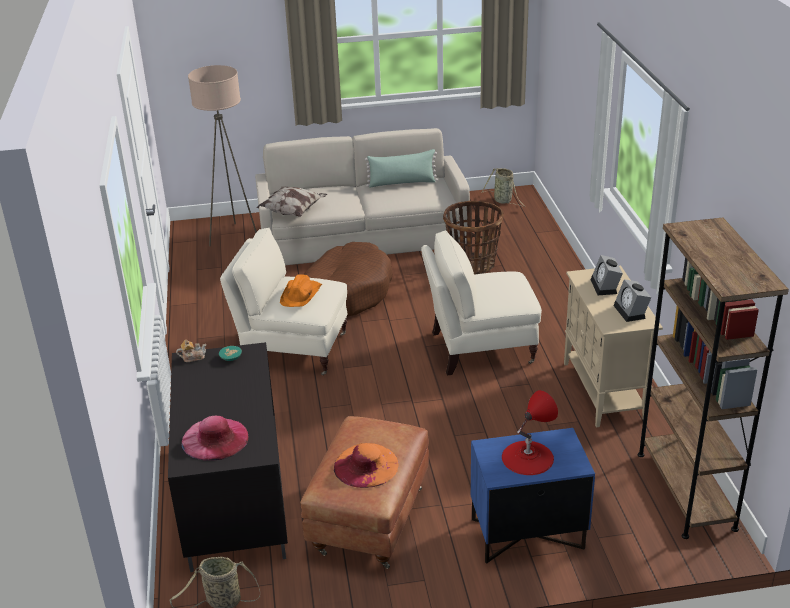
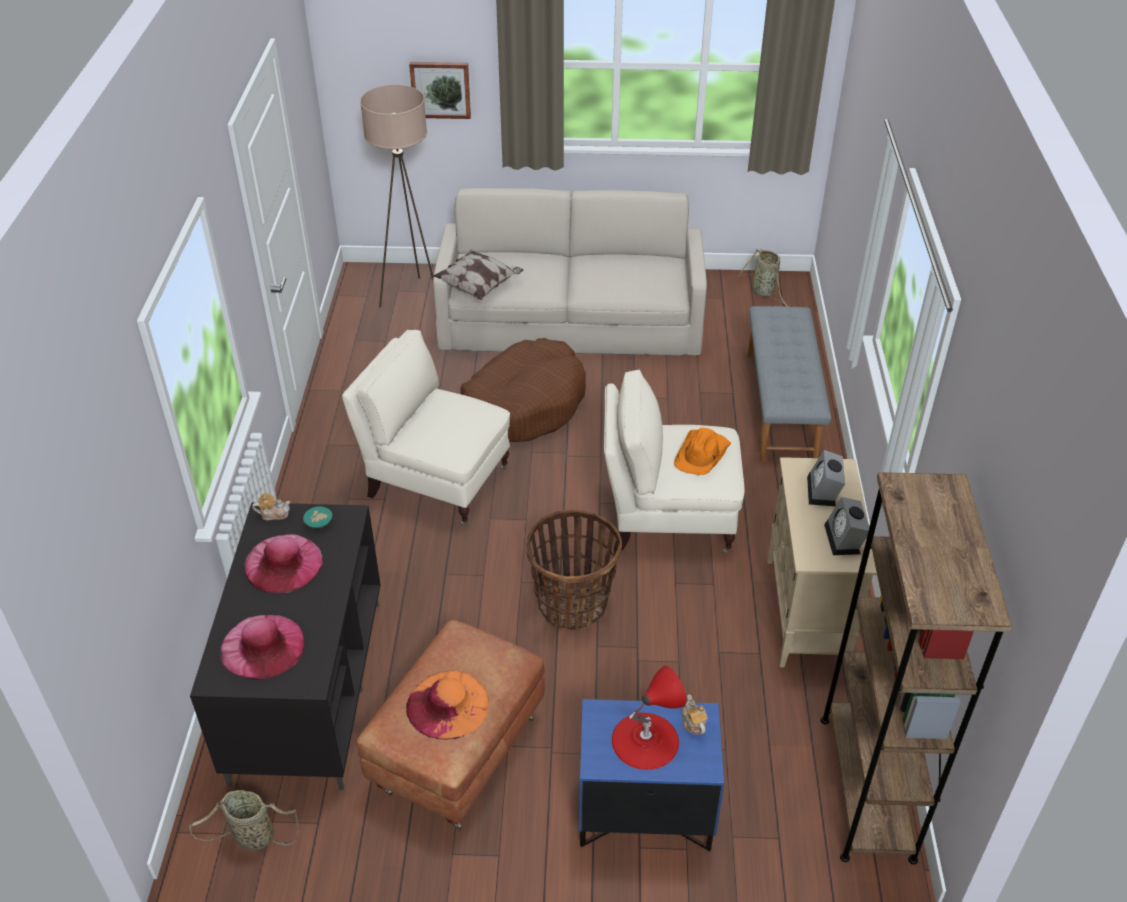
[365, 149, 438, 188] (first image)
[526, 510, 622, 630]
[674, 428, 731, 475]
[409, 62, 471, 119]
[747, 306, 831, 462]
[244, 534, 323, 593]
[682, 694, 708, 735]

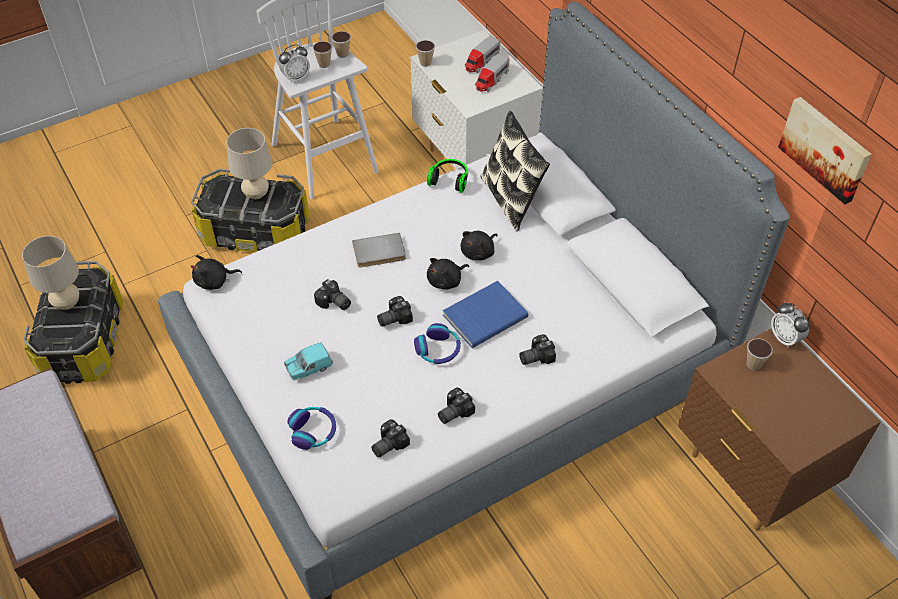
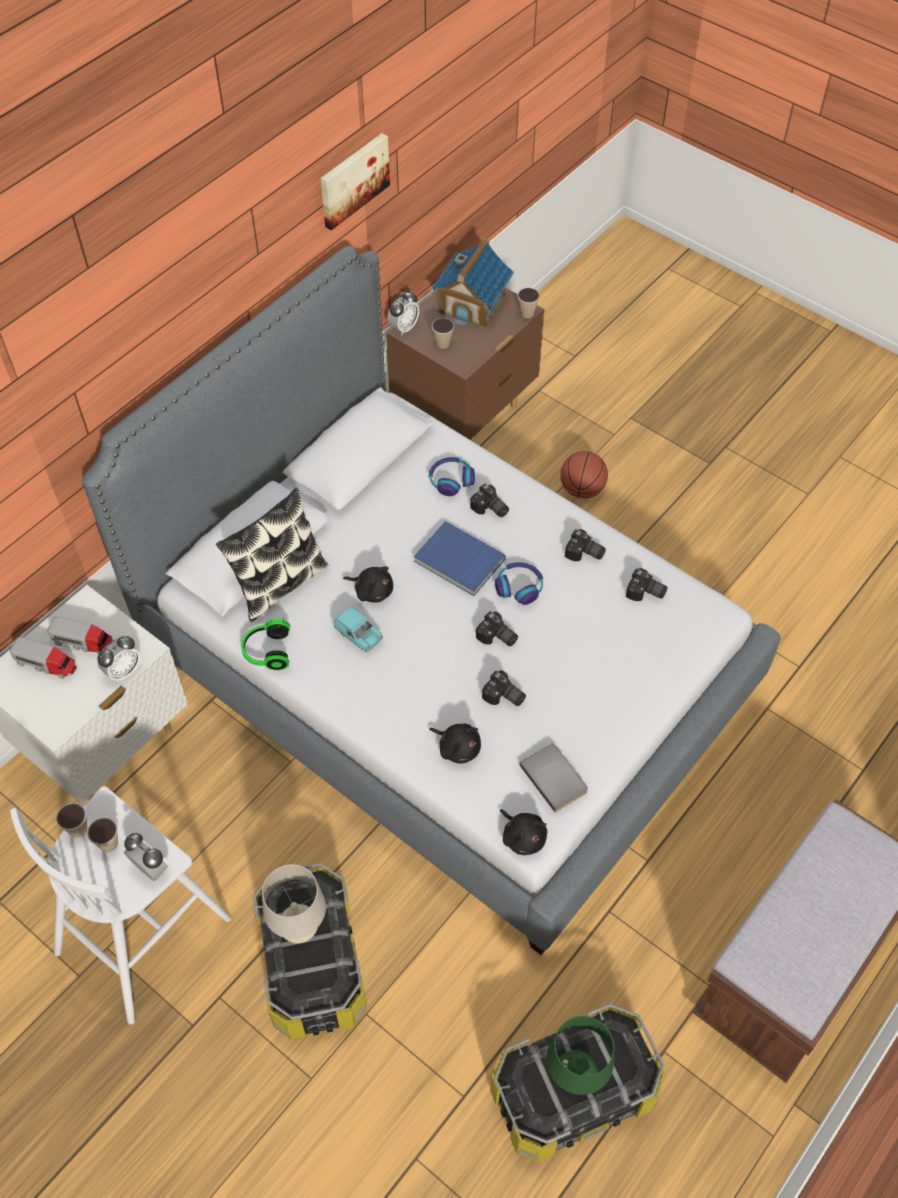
[518, 288, 540, 318]
[520, 744, 588, 812]
[546, 1016, 614, 1095]
[429, 724, 481, 764]
[482, 670, 526, 706]
[334, 606, 383, 652]
[429, 457, 475, 496]
[432, 238, 514, 329]
[560, 451, 608, 499]
[97, 636, 141, 682]

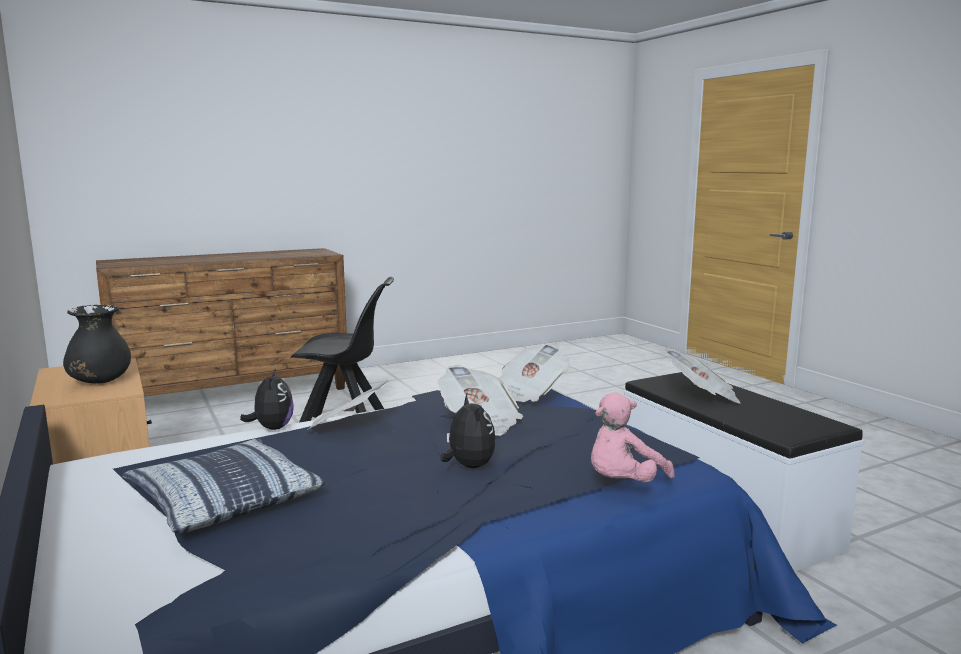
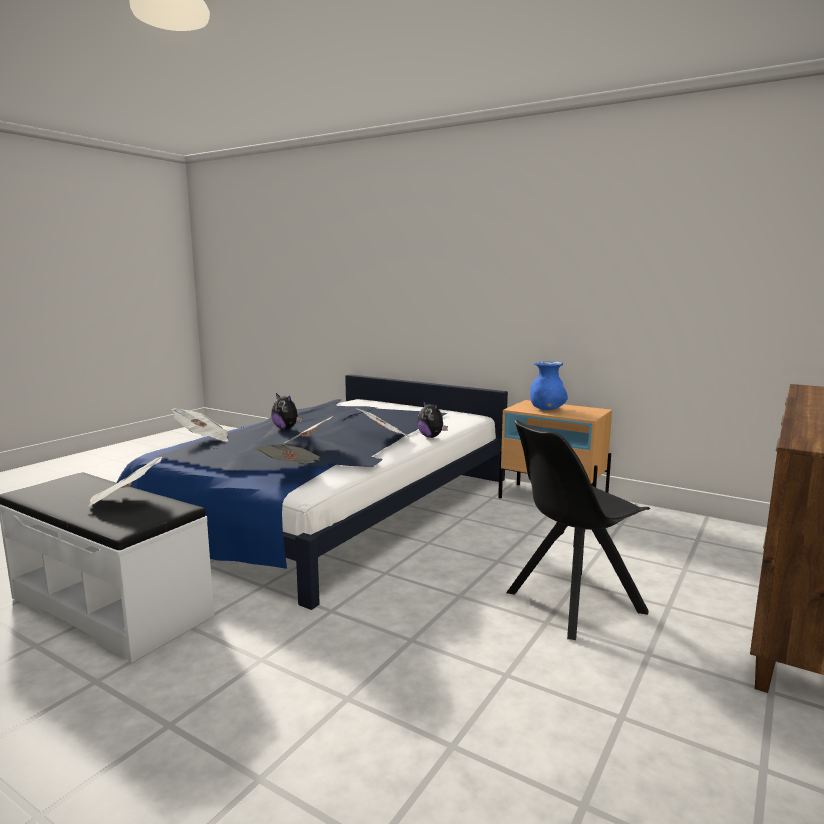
[530, 361, 568, 410]
[172, 409, 228, 442]
[122, 438, 325, 533] (first image)

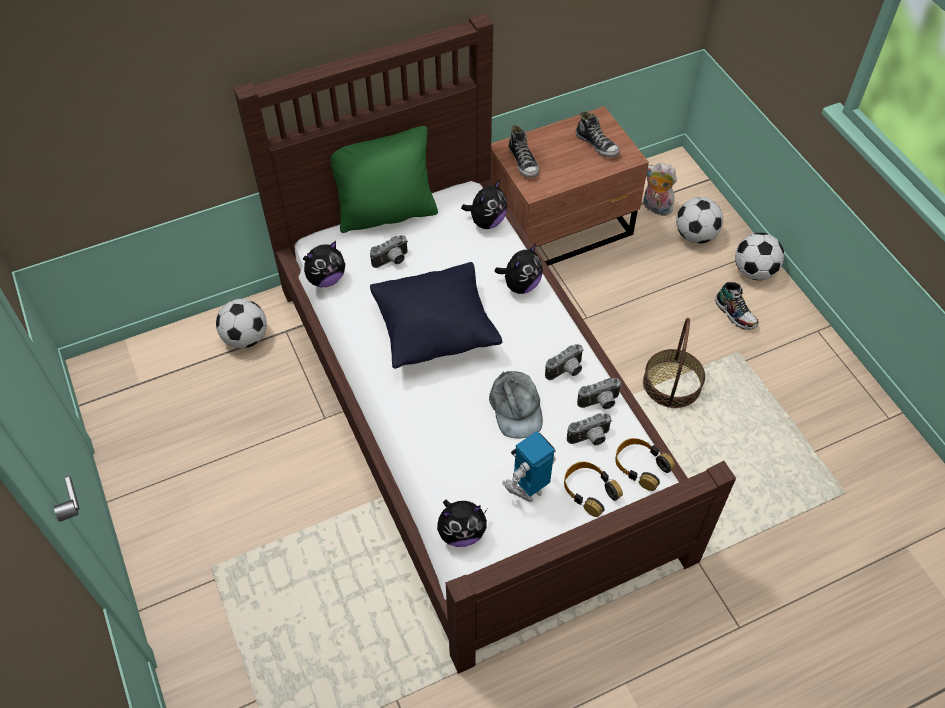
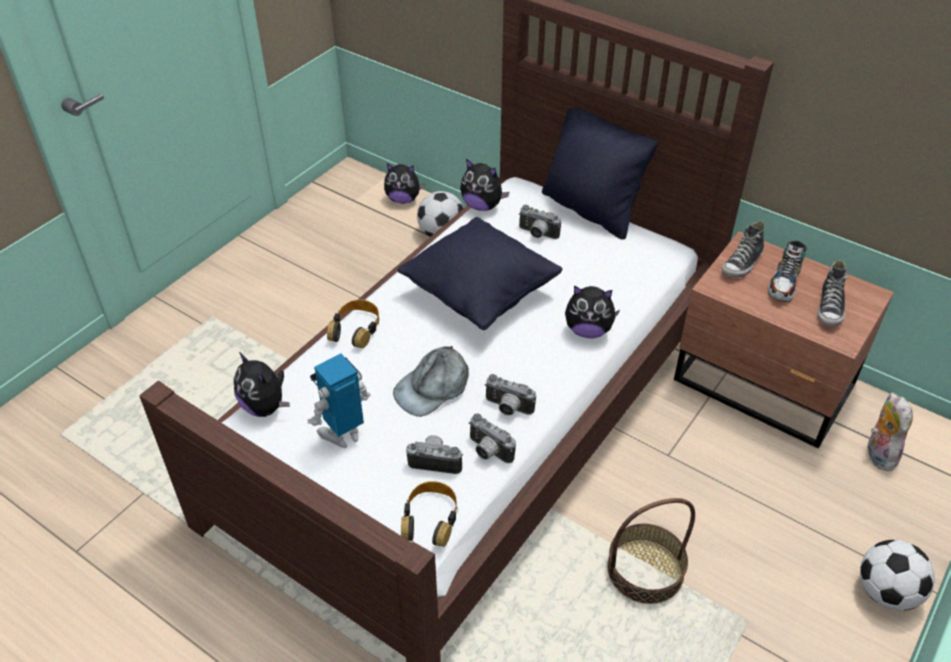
[542, 109, 658, 240]
[384, 163, 425, 204]
[676, 197, 723, 244] (first image)
[768, 241, 807, 302]
[406, 435, 463, 474]
[308, 354, 370, 448]
[327, 300, 379, 348]

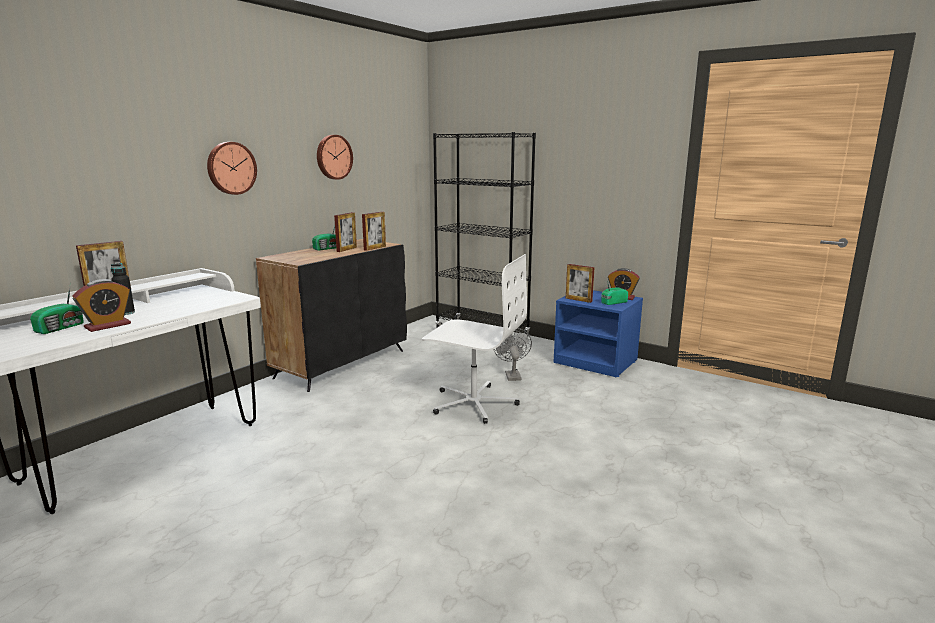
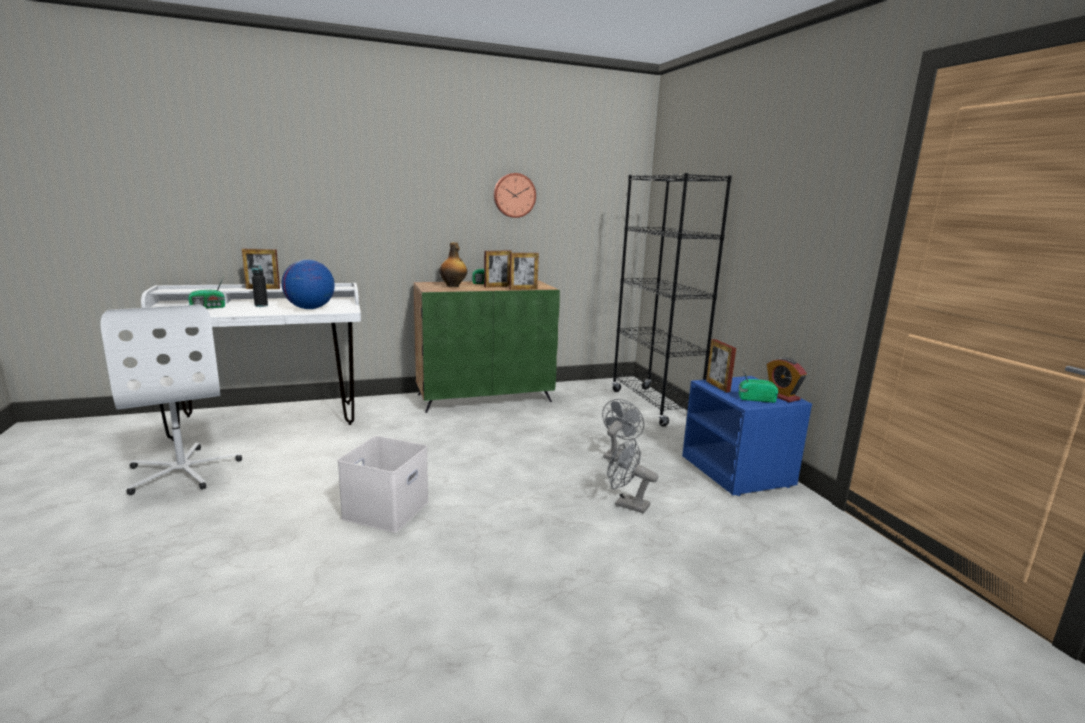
[207, 142, 257, 195] (first image)
[414, 281, 560, 413]
[100, 304, 242, 495]
[73, 279, 131, 332] (first image)
[440, 242, 467, 287]
[281, 259, 335, 309]
[338, 436, 429, 533]
[607, 439, 658, 514]

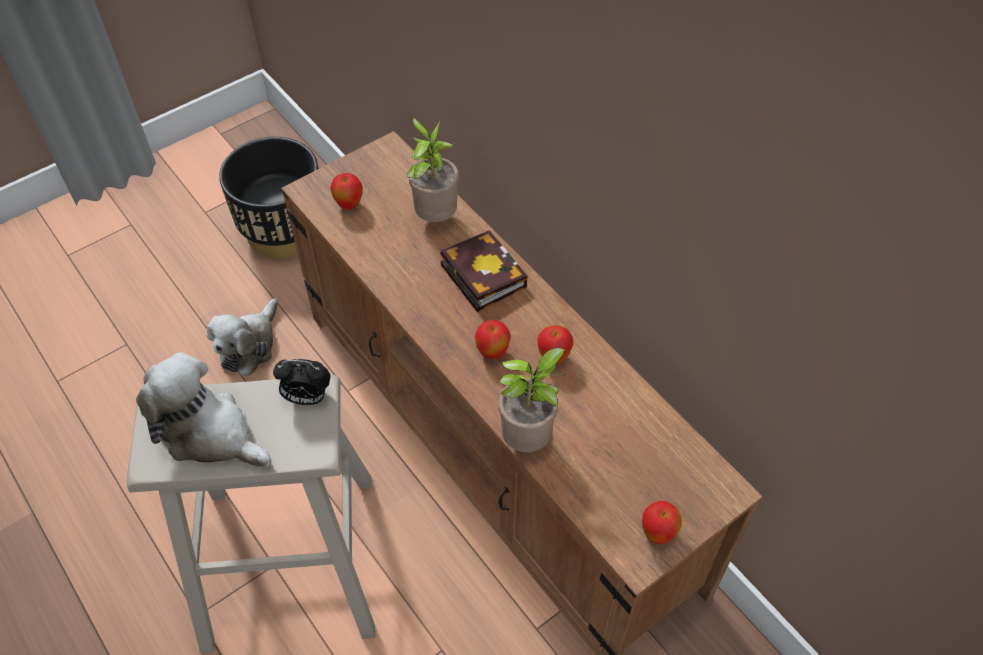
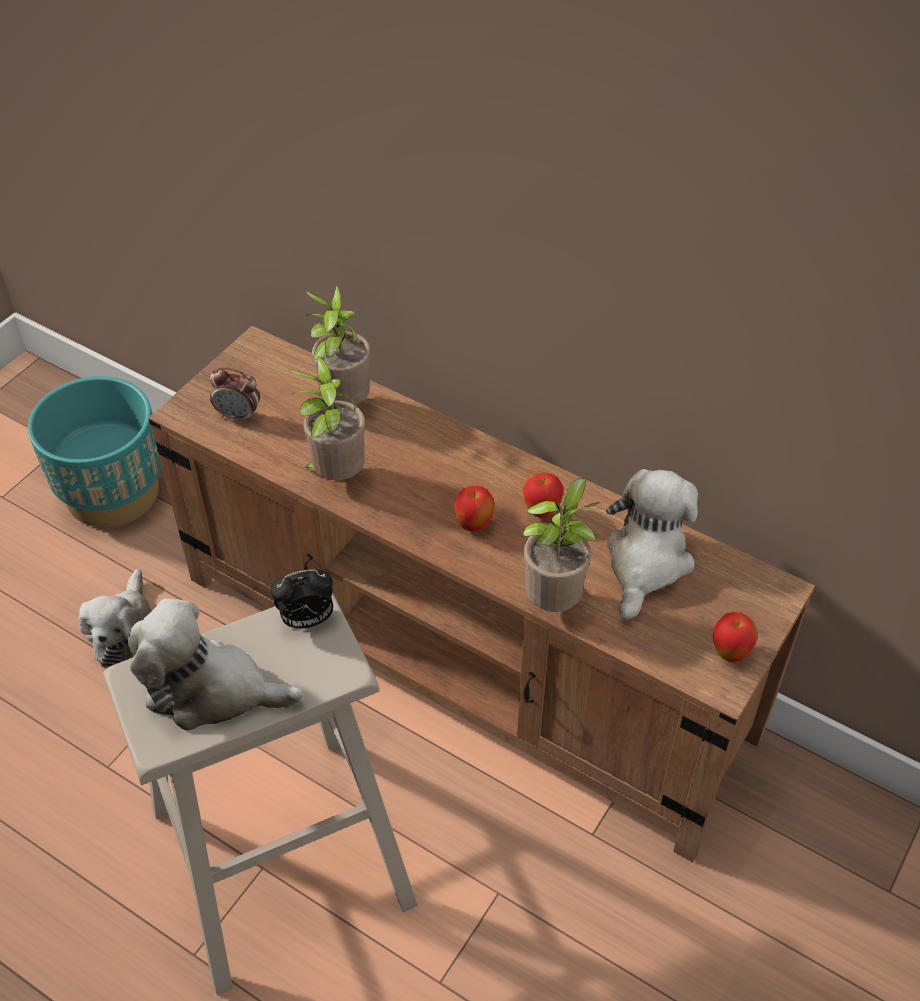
[28, 376, 161, 528]
[210, 367, 260, 423]
[440, 230, 528, 312] (first image)
[288, 356, 366, 480]
[606, 469, 698, 620]

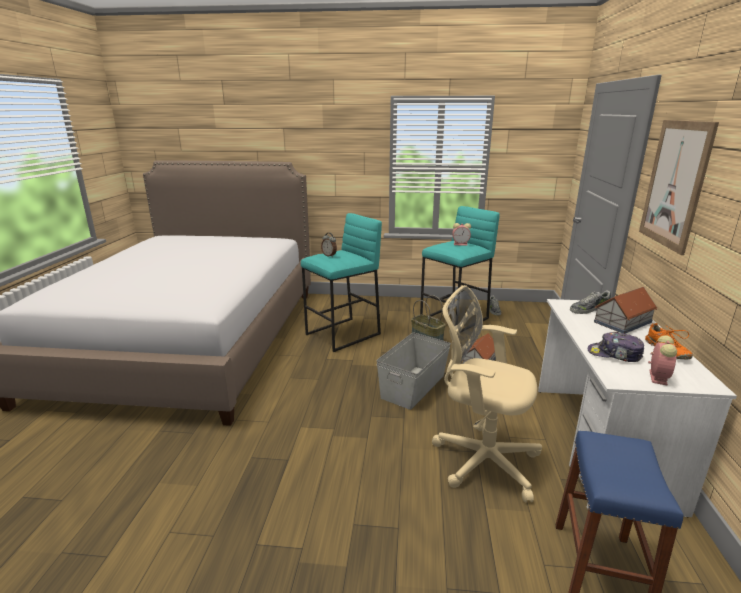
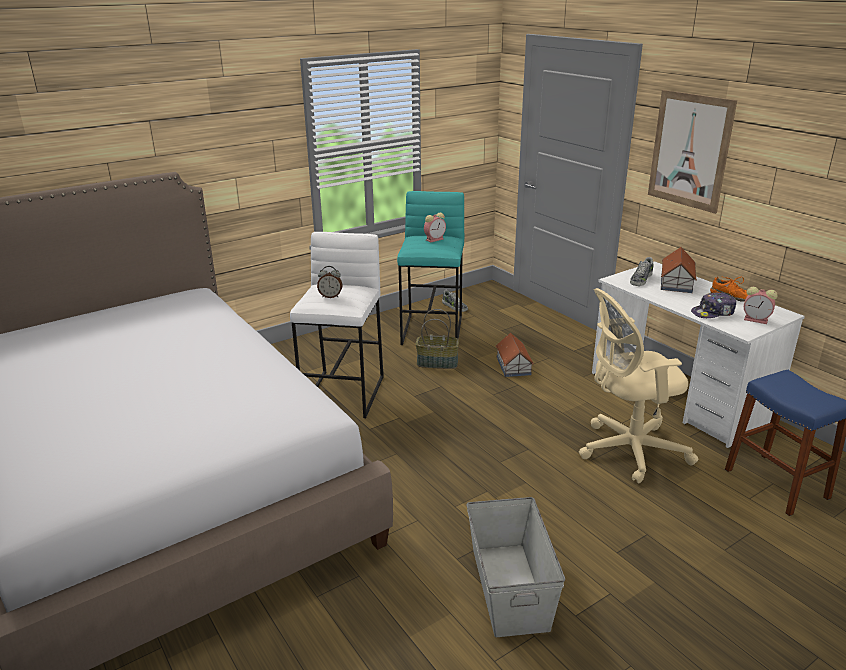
[290, 232, 384, 418]
[467, 497, 565, 637]
[744, 287, 777, 324]

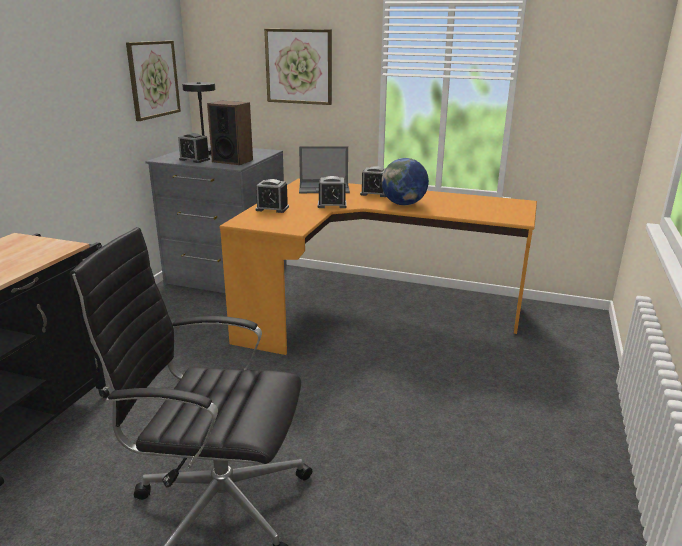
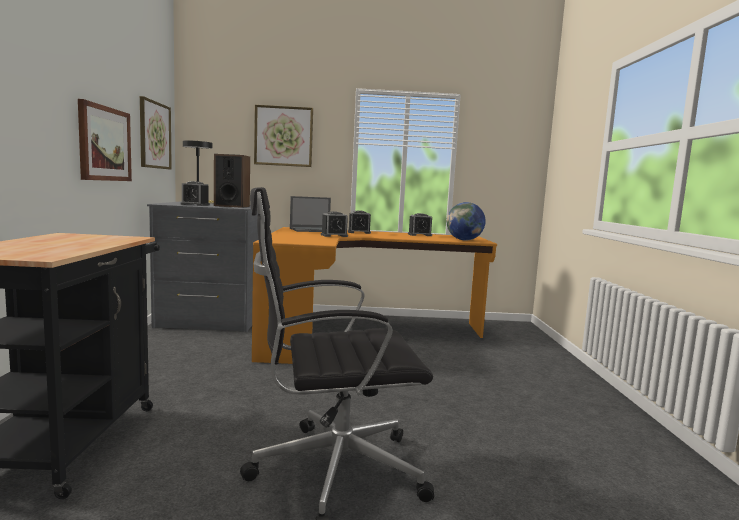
[447, 202, 486, 241]
[408, 213, 432, 236]
[78, 99, 132, 181]

